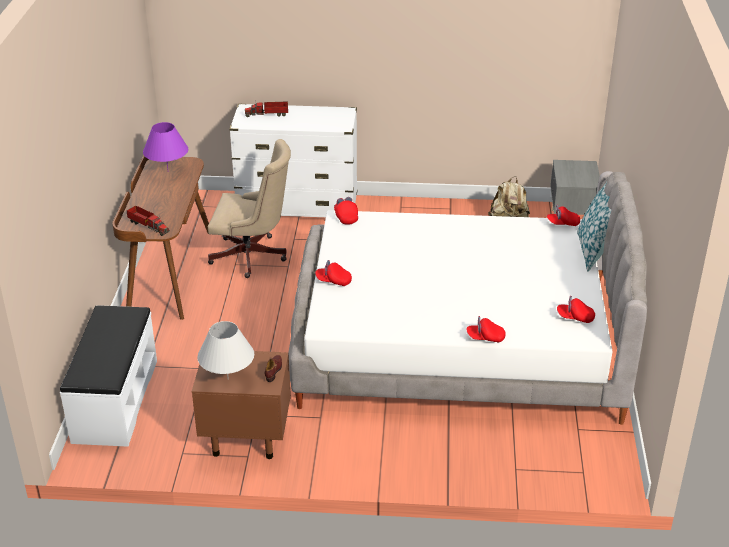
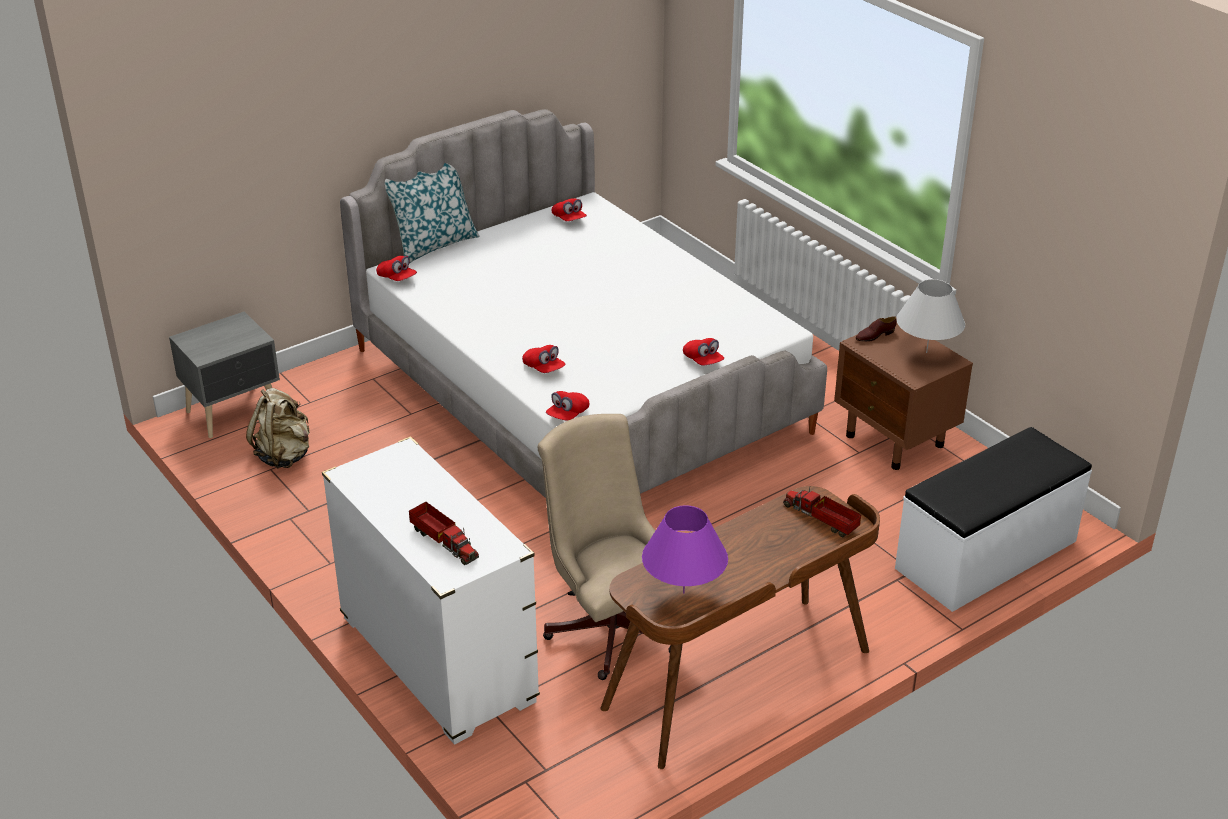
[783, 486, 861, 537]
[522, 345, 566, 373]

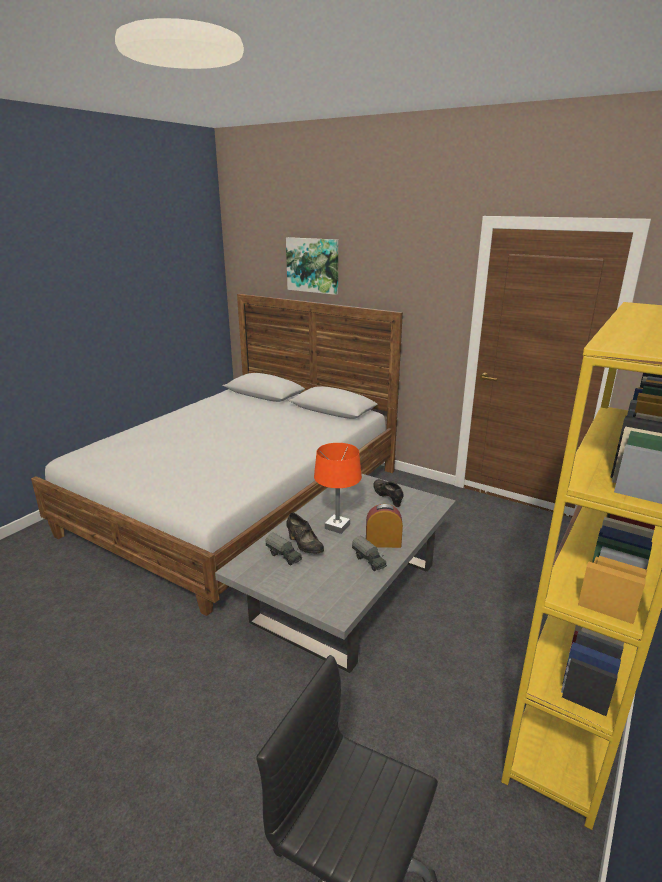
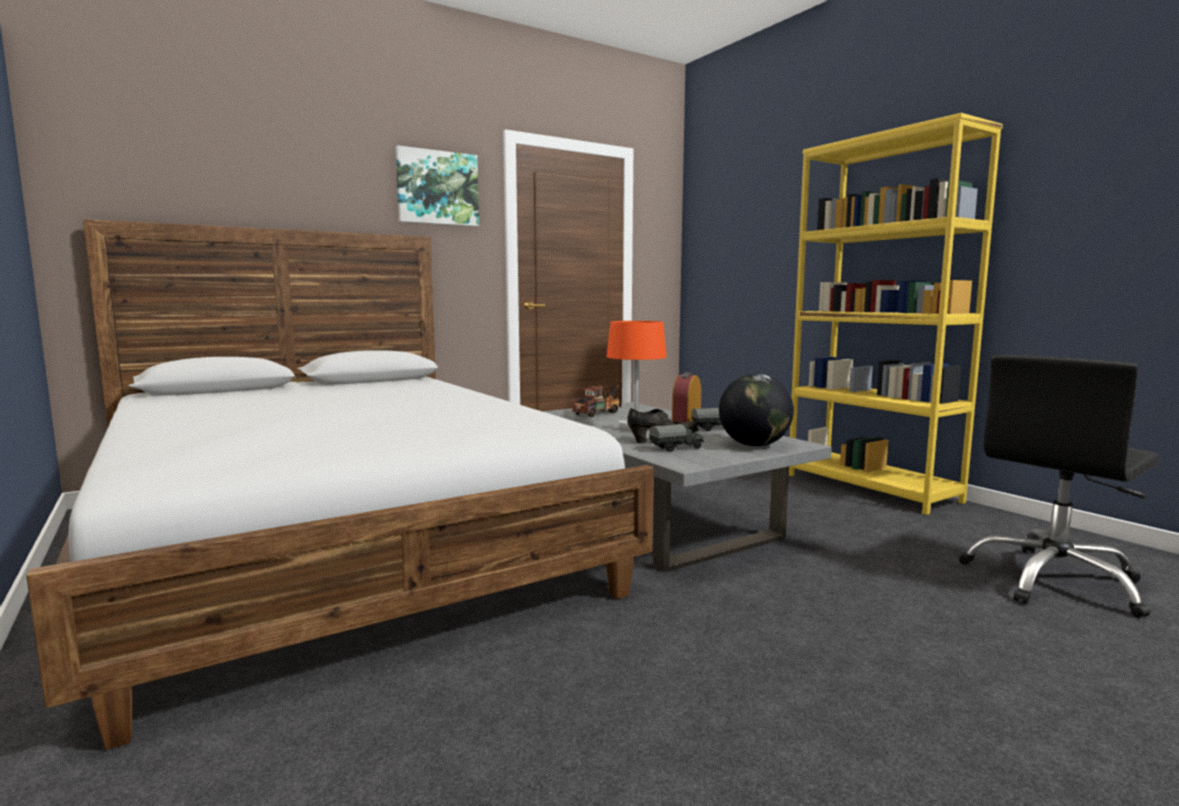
[395, 145, 479, 227]
[571, 385, 622, 417]
[719, 374, 794, 446]

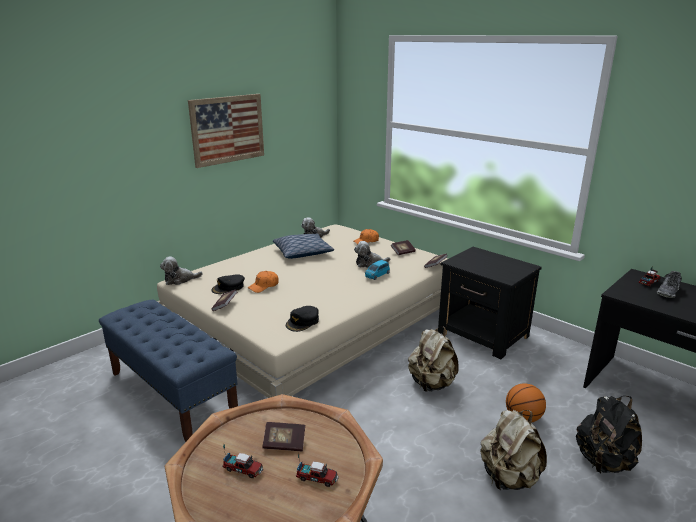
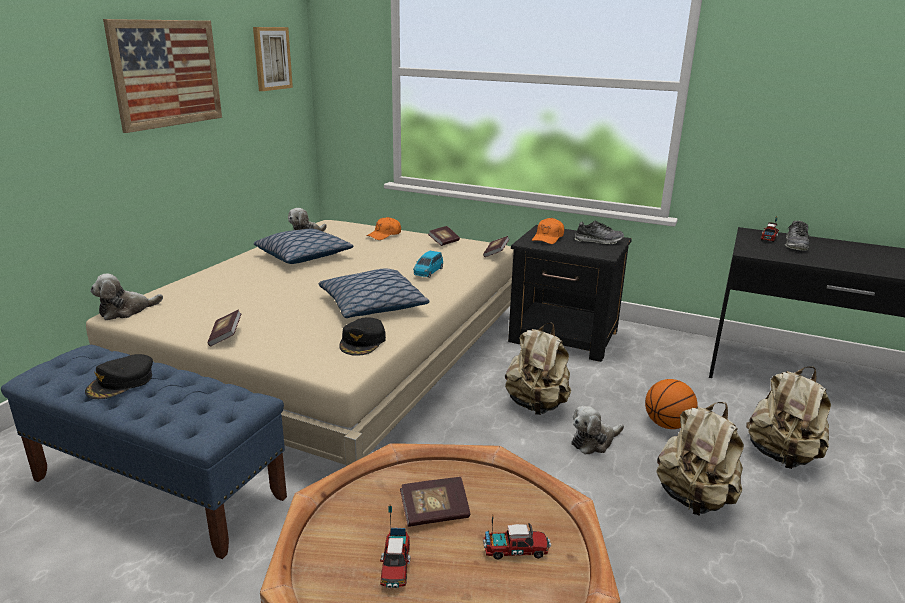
[572, 406, 624, 455]
[532, 218, 564, 244]
[85, 354, 153, 399]
[746, 366, 831, 469]
[380, 505, 411, 589]
[253, 27, 293, 91]
[574, 221, 624, 244]
[319, 269, 430, 318]

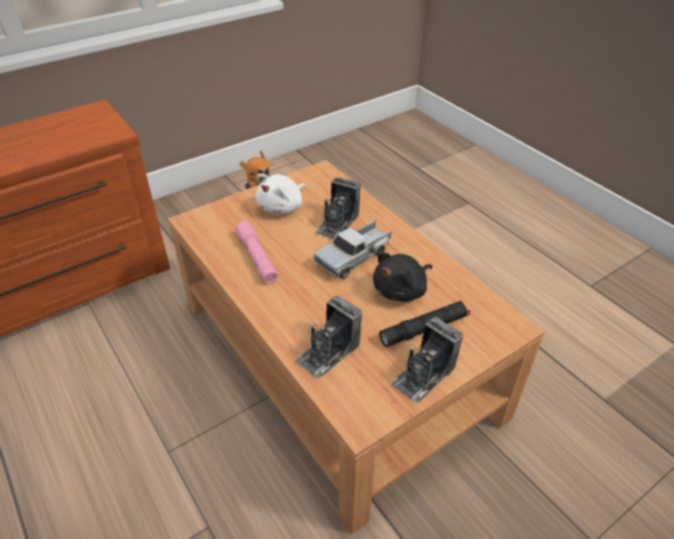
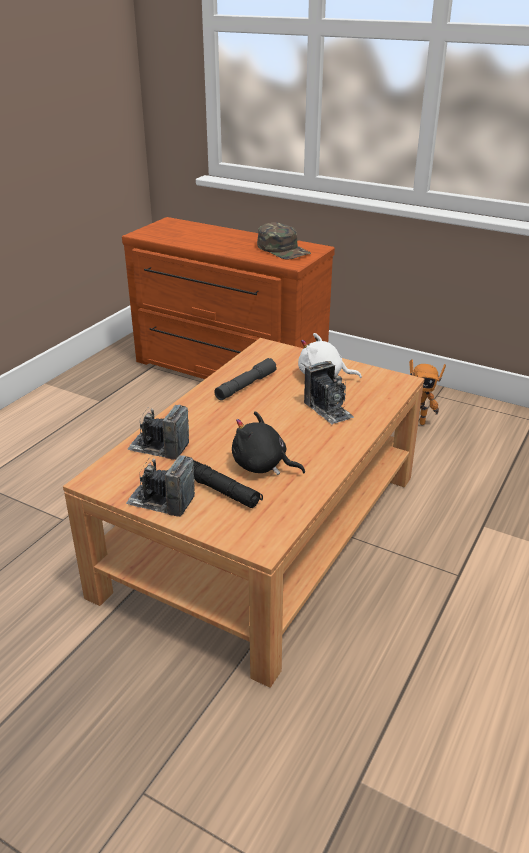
[304, 361, 354, 424]
[314, 220, 391, 279] (first image)
[214, 358, 277, 400]
[257, 222, 311, 259]

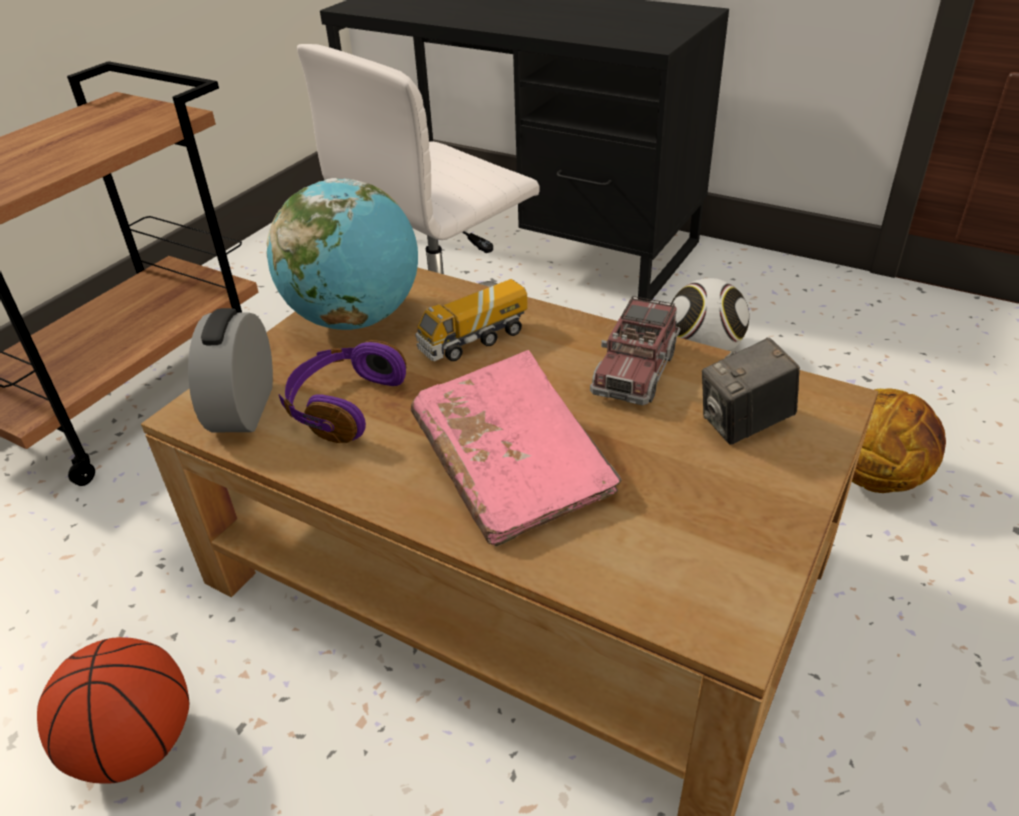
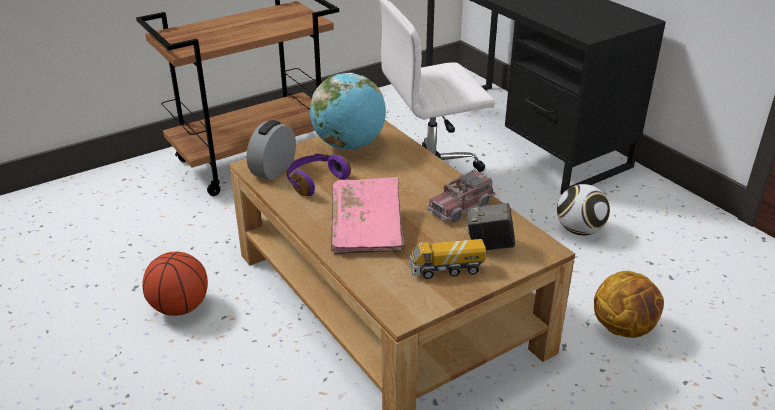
[410, 239, 486, 279]

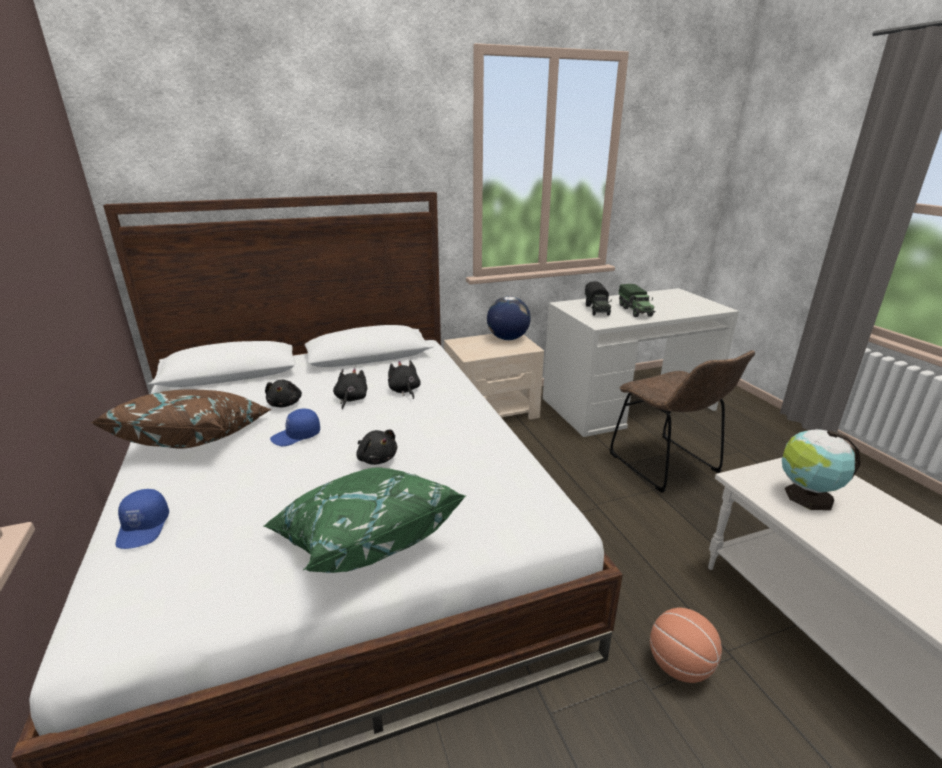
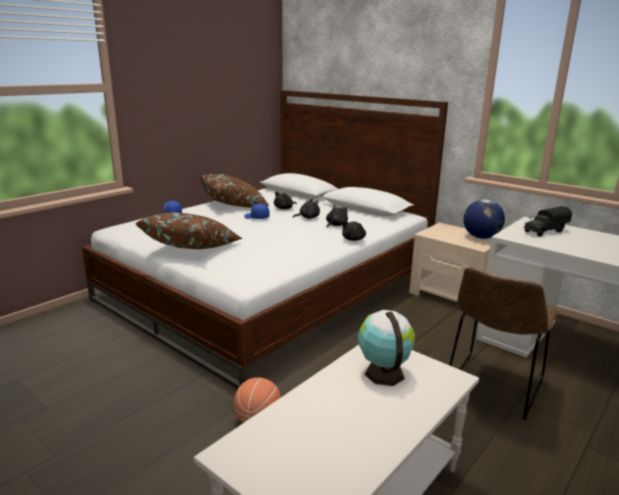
[619, 284, 655, 317] (first image)
[342, 221, 366, 241]
[135, 212, 243, 249]

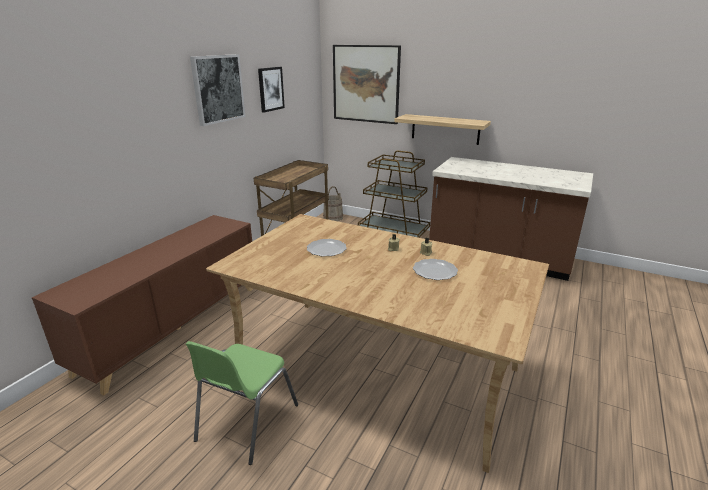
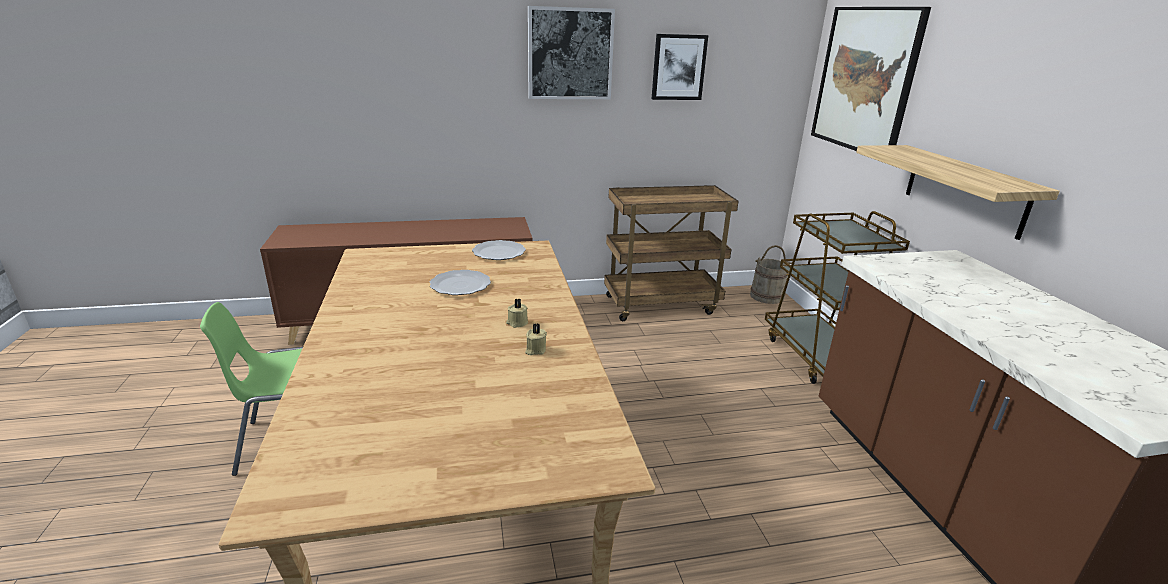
[472, 240, 526, 260]

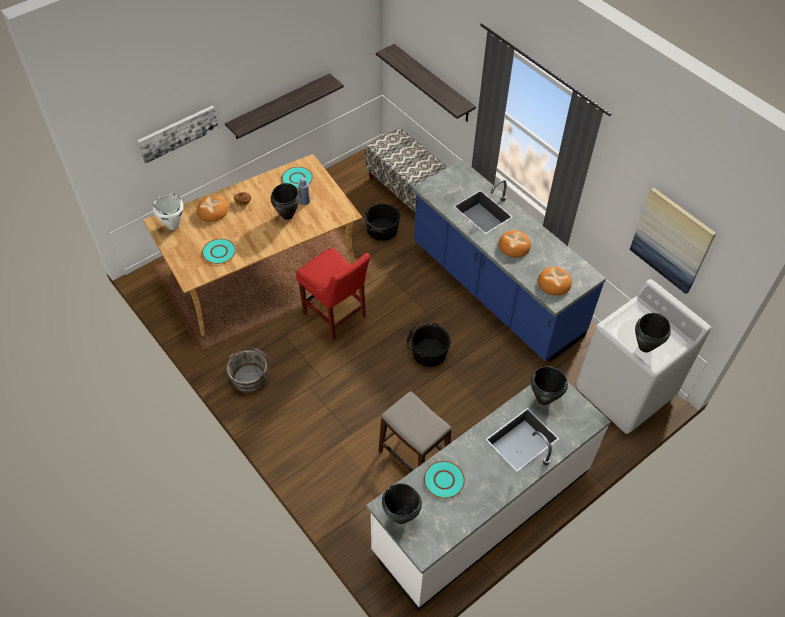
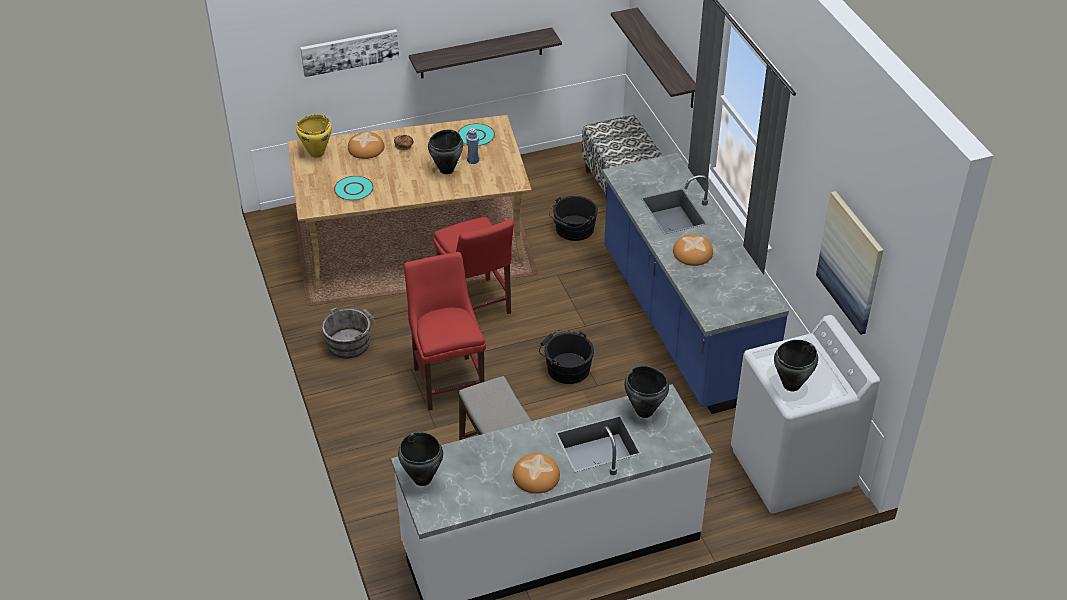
[296, 114, 332, 158]
[513, 453, 560, 494]
[424, 461, 465, 499] (first image)
[404, 252, 486, 410]

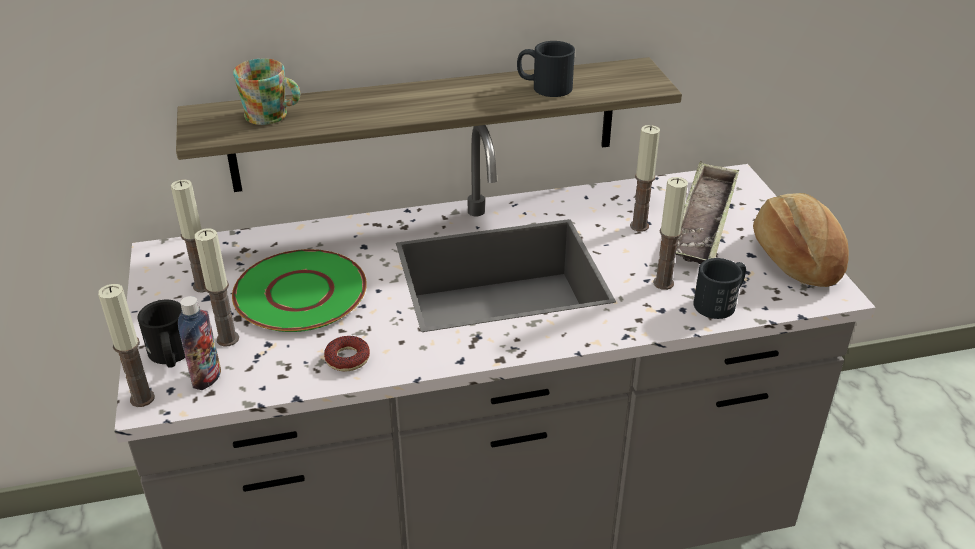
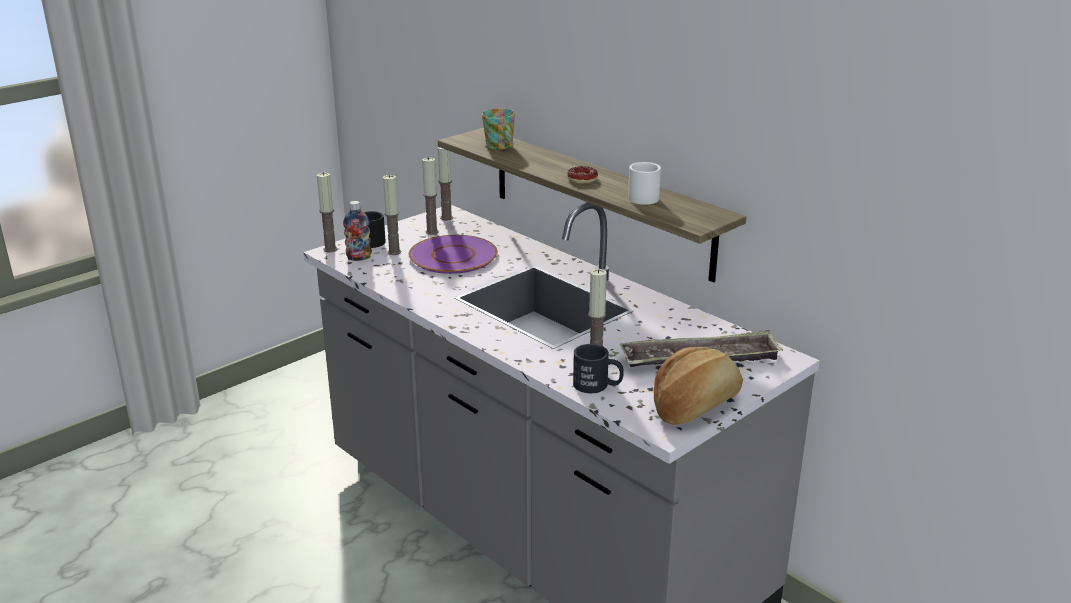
[628, 162, 661, 205]
[438, 147, 453, 221]
[409, 235, 498, 274]
[567, 166, 598, 183]

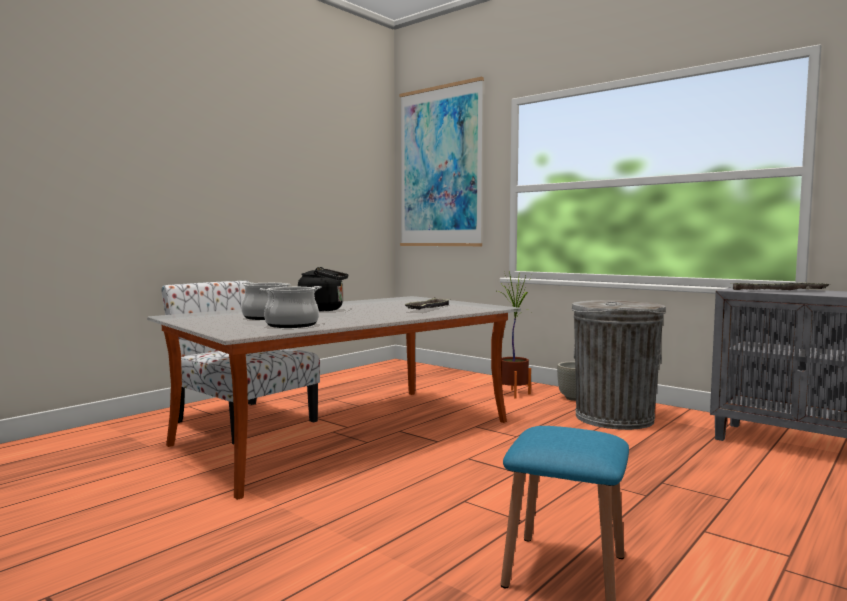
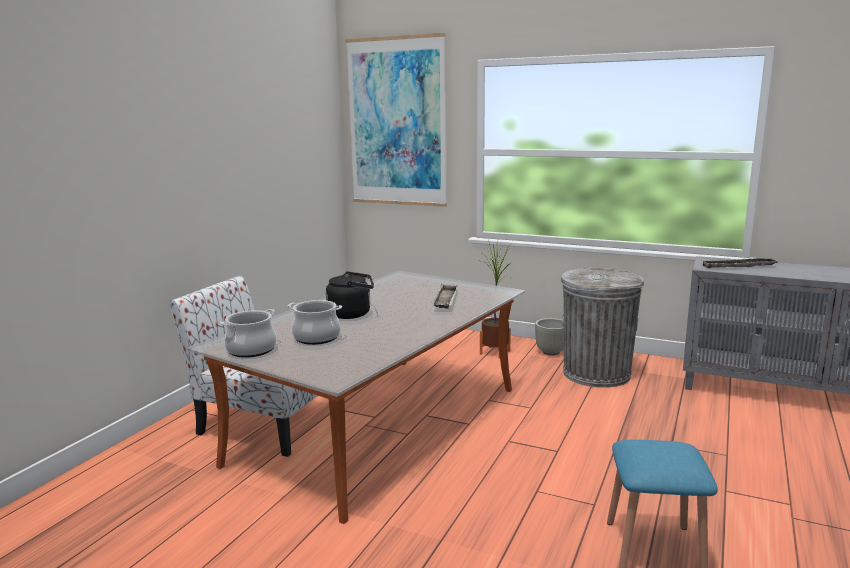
[220, 309, 277, 358]

